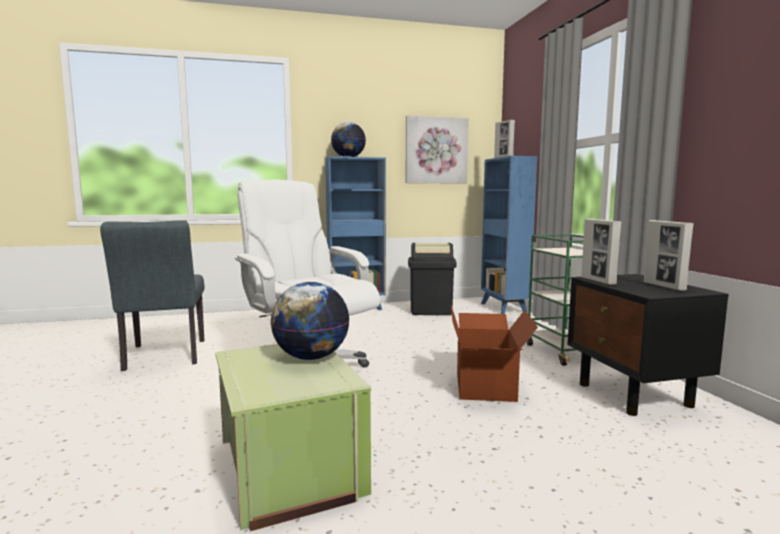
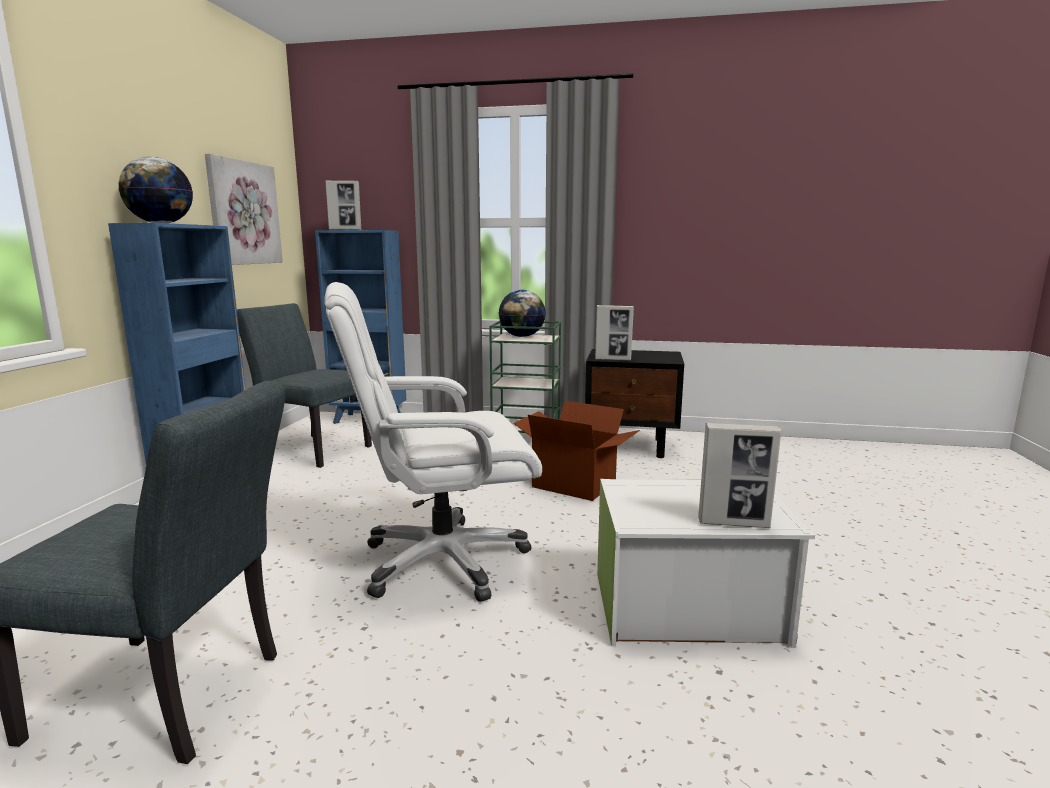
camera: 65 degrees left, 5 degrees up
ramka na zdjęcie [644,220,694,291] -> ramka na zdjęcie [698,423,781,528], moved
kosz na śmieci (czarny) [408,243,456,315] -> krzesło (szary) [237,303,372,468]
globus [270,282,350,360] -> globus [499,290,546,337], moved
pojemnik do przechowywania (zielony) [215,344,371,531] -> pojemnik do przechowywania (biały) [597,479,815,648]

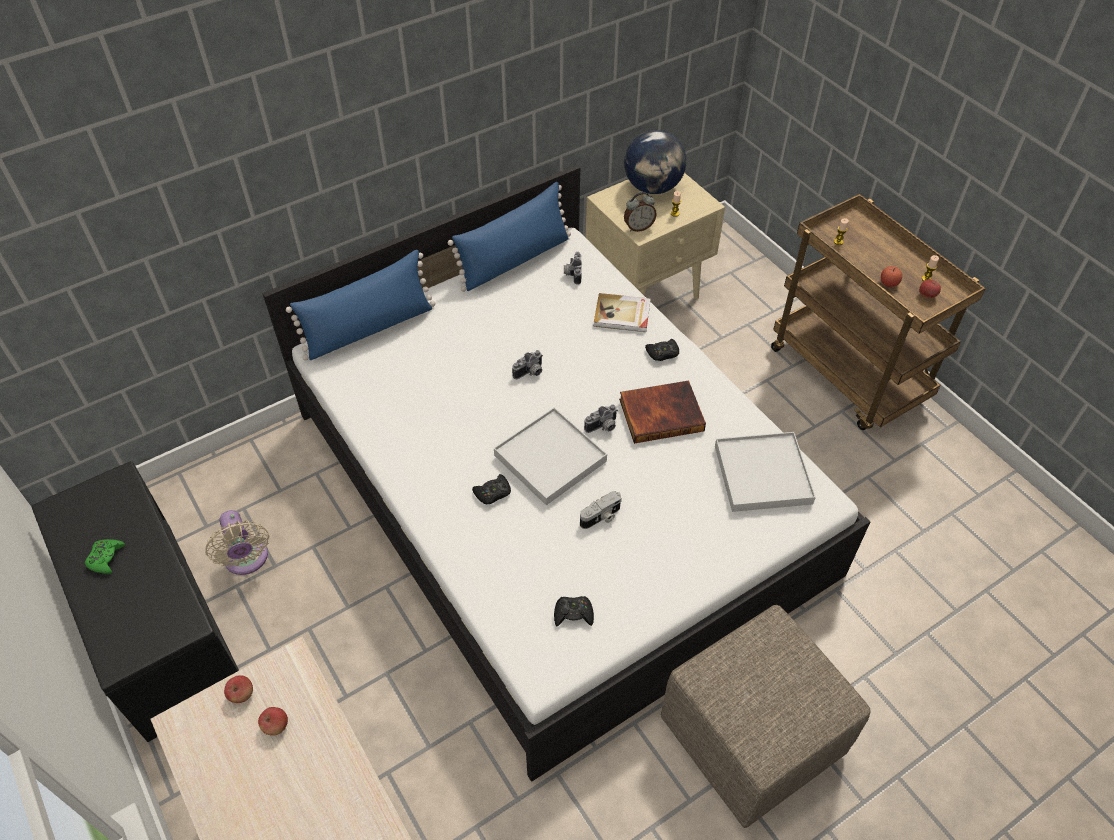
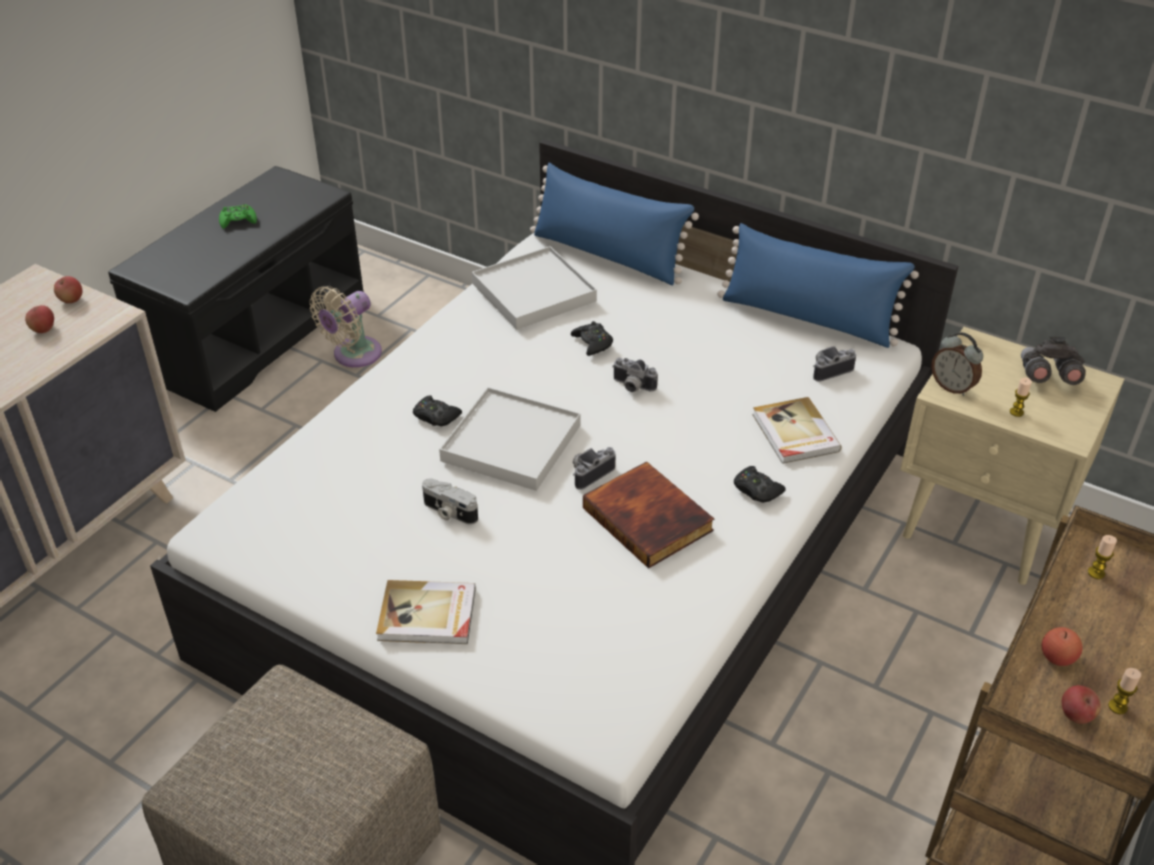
camera: 65 degrees right, 10 degrees down
globus [624,130,686,194] -> lornetka (szary) [1021,336,1086,385]
aparat fotograficzny [584,404,618,433] -> aparat fotograficzny [573,447,616,490], 105 degrees clockwise
taca (biały) [715,432,816,512] -> taca (biały) [472,246,597,330], moved
pad do gier (czarny) [554,596,594,626] -> pad do gier (czarny) [571,321,613,356], moved
none -> książka [376,580,475,644]

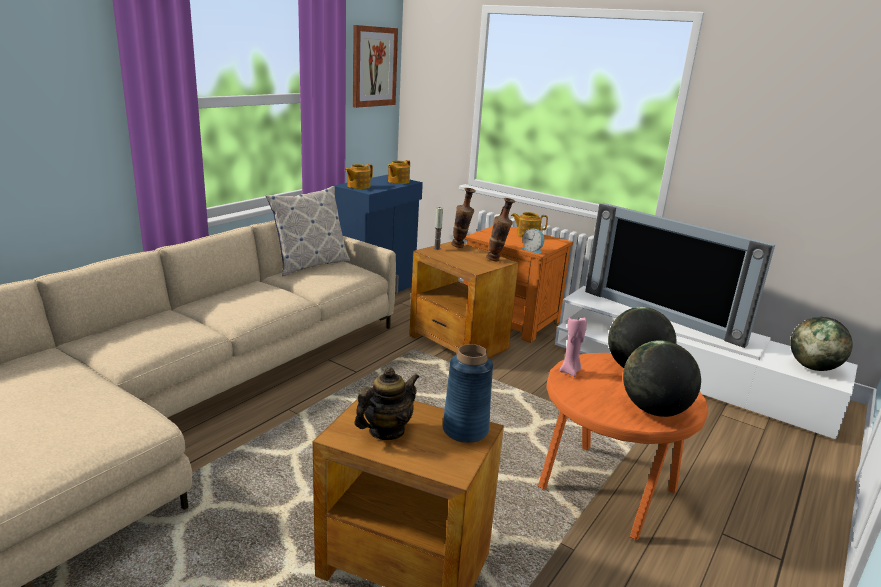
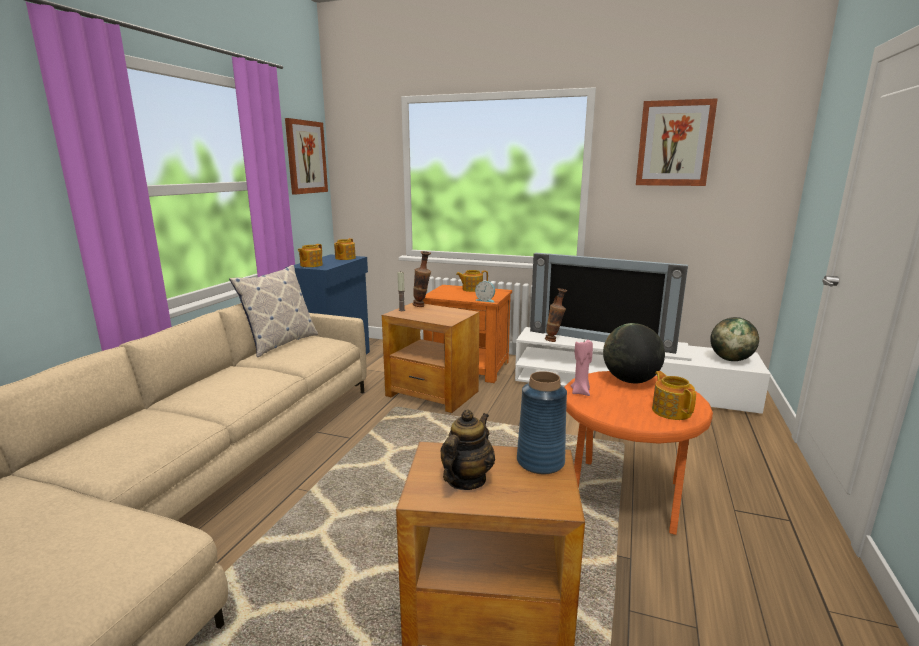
camera: 15 degrees left, 5 degrees down
wazon [486,198,516,261] -> wazon [545,289,567,342], moved
globus [623,340,701,417] -> imbryk [652,371,696,420]
none -> obraz [636,98,718,186]

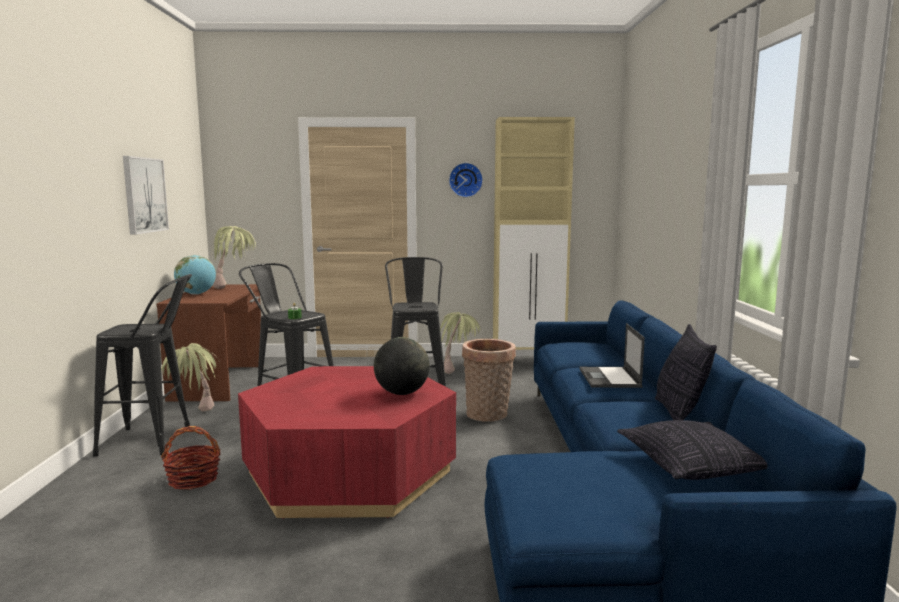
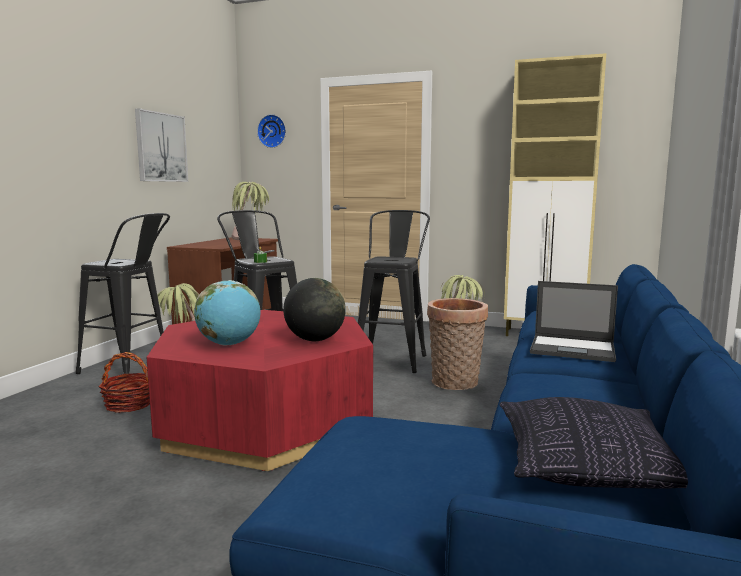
camera: 20 degrees right, 0 degrees up
zegar ścienny [449,163,483,198] -> zegar ścienny [257,114,286,148], moved
globus [174,255,216,294] -> globus [194,280,260,345], moved
laptop [579,323,645,388] -> laptop [530,281,618,362], 90 degrees counterclockwise
poduszka [655,324,717,420] -> none

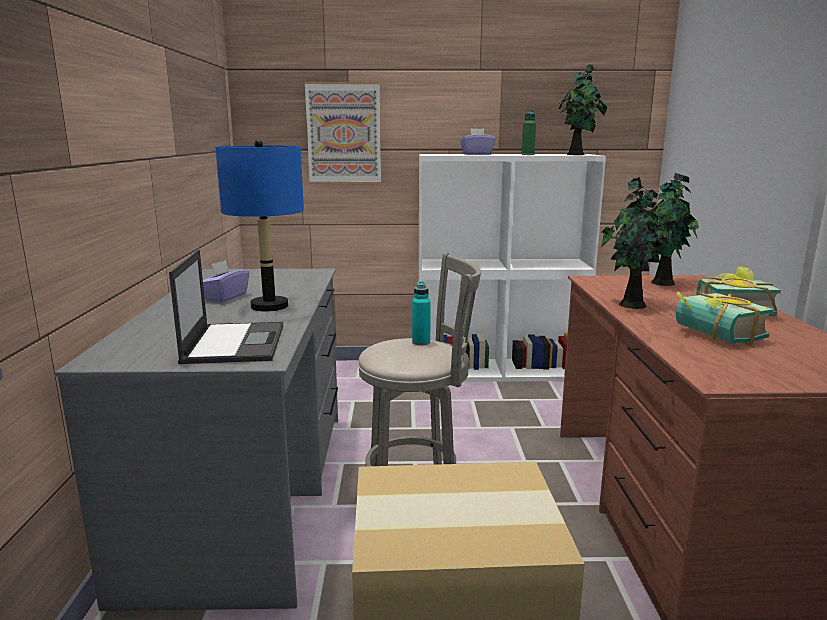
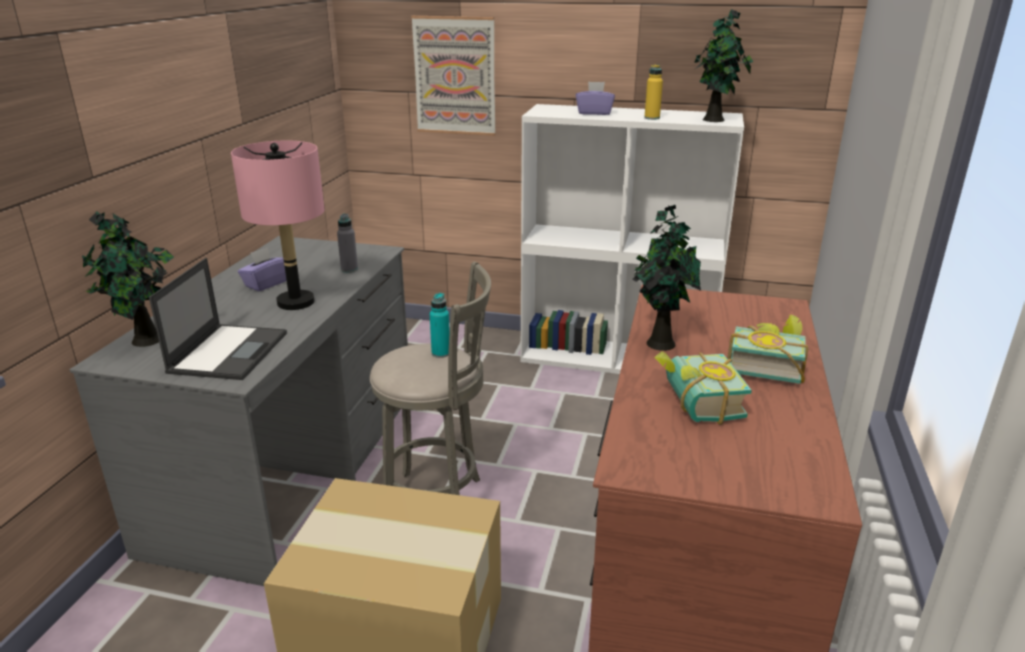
camera: 15 degrees right, 10 degrees up
butelka (zielony) [522,110,536,155] -> butelka (żółty) [644,64,663,120]
lampa stołowa (niebieski) [216,139,304,312] -> lampa stołowa (różowy) [231,141,324,310]
roślina doniczkowa [649,173,699,286] -> roślina doniczkowa [82,212,174,347], moved
none -> butelka (szary) [337,214,358,273]

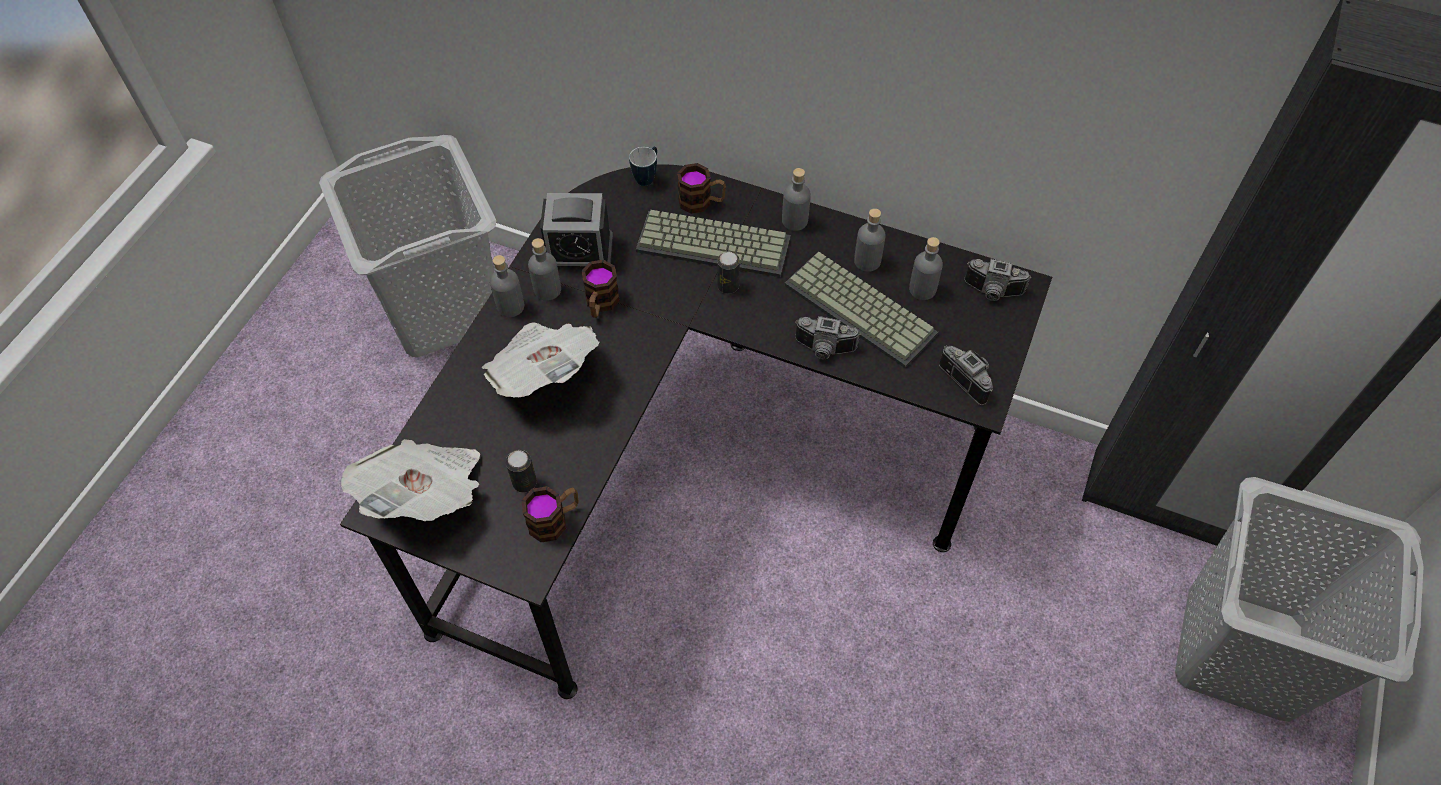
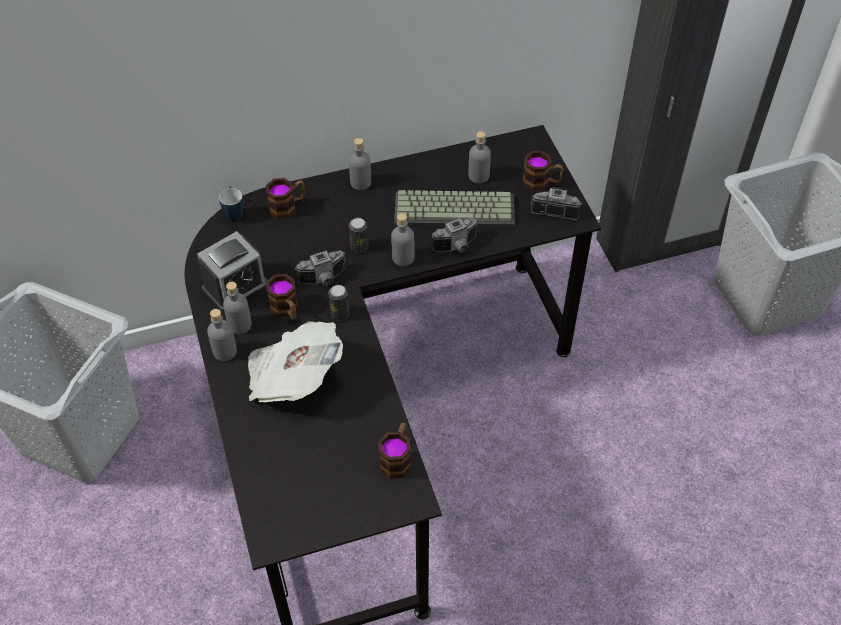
camera: 40 degrees left, 5 degrees down
butelka (szary) [854,208,886,272] -> butelka (szary) [391,213,415,266], moved
klawiatura [636,210,790,277] -> none
aparat fotograficzny [964,259,1031,301] -> aparat fotograficzny [295,250,346,286], moved
gazeta [341,439,480,521] -> none
puszka [506,450,537,493] -> puszka [328,285,350,320], moved
none -> kubek [522,150,563,191]

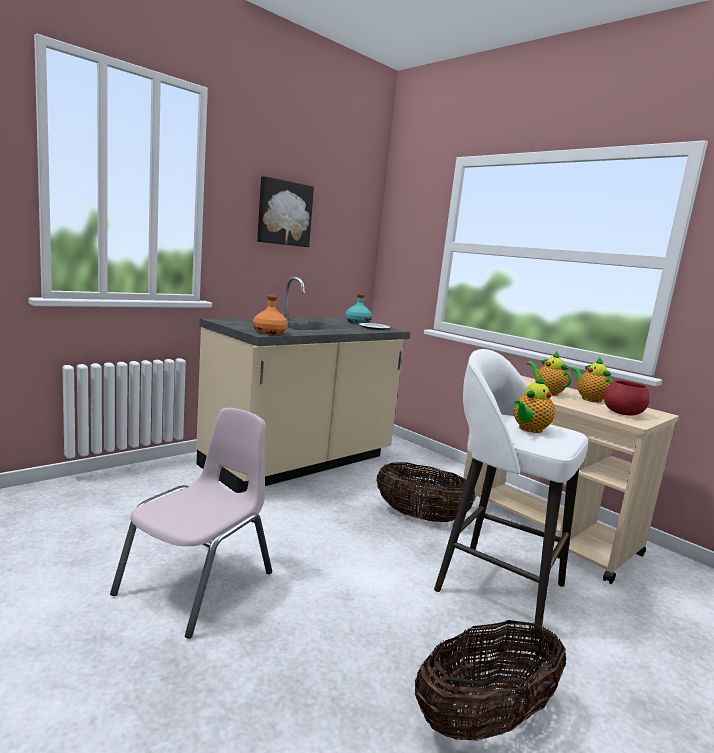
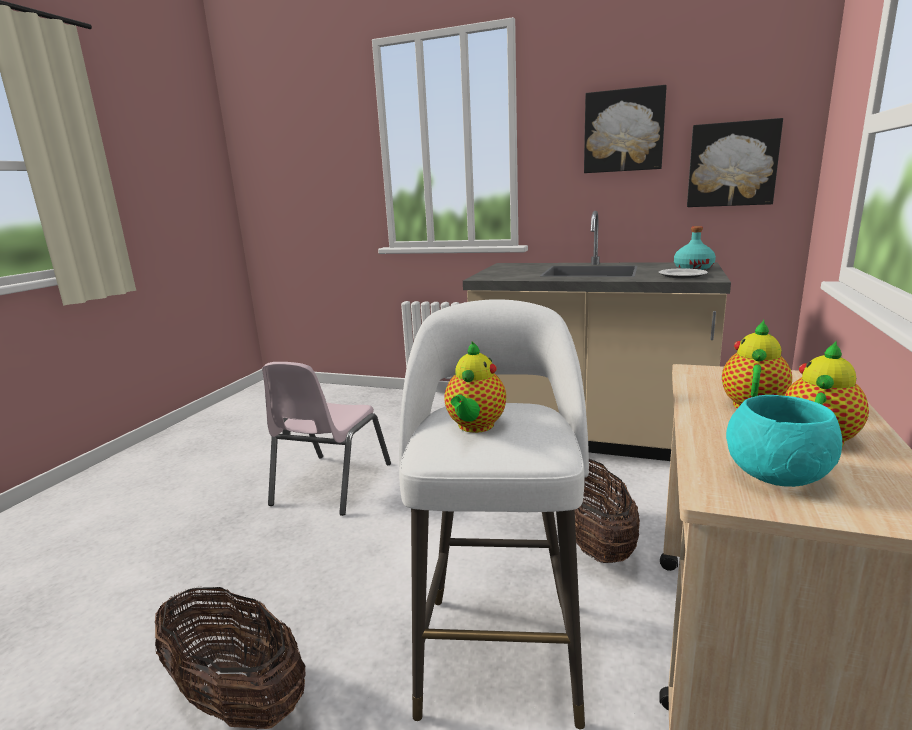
camera: 65 degrees right, 5 degrees up
butelka (pomarańczowy) [253,295,288,335] -> none
imbryk [514,376,555,433] -> imbryk [444,341,506,433], 90 degrees counterclockwise
miska (czerwony) [604,380,650,416] -> miska (turkusowy) [726,395,842,487]
krzesło (różowy) [110,408,272,639] -> krzesło (różowy) [262,362,391,516], 105 degrees clockwise
none -> obraz [687,118,783,207]

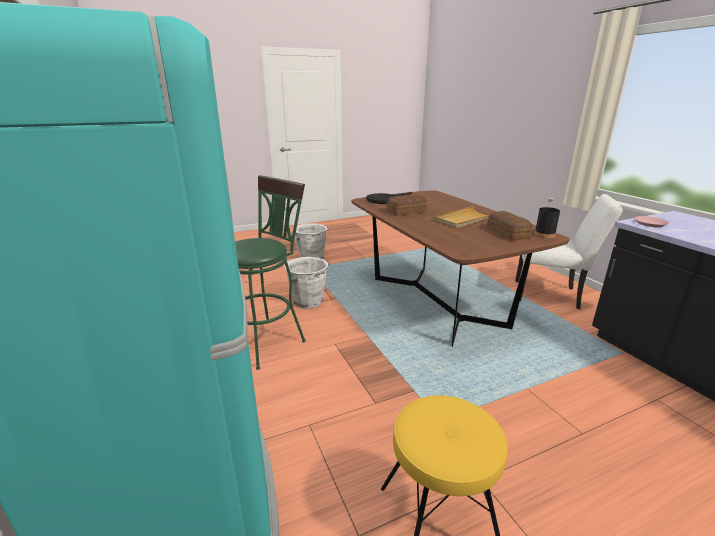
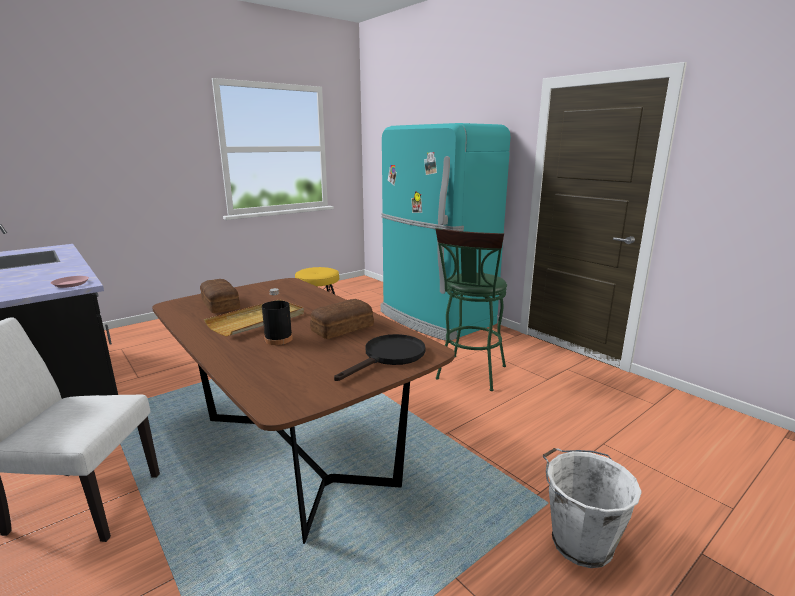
camera: 165 degrees right, 5 degrees down
butelka (czarny) [534,198,560,238] -> butelka (czarny) [262,288,293,345], moved
wiadro (biały) [285,257,330,309] -> none

